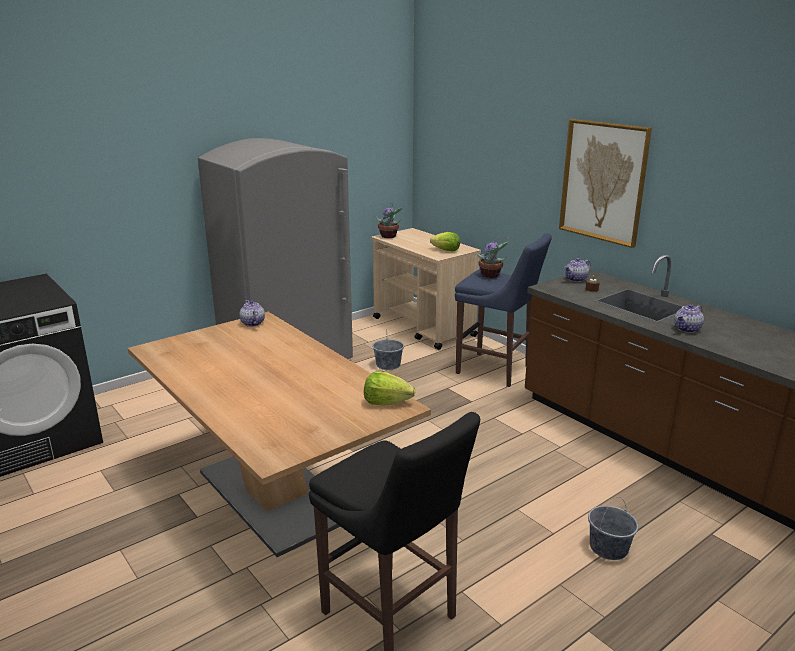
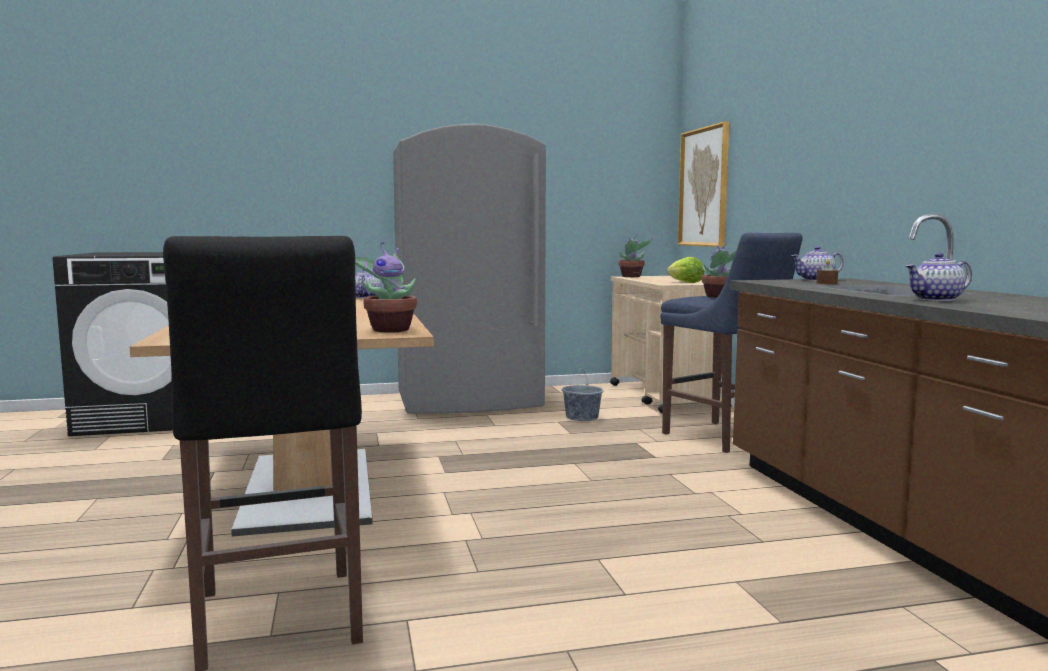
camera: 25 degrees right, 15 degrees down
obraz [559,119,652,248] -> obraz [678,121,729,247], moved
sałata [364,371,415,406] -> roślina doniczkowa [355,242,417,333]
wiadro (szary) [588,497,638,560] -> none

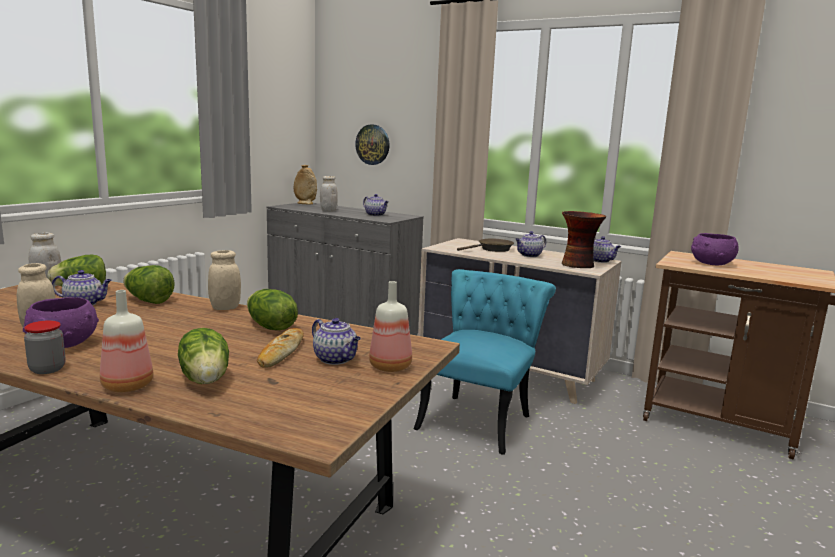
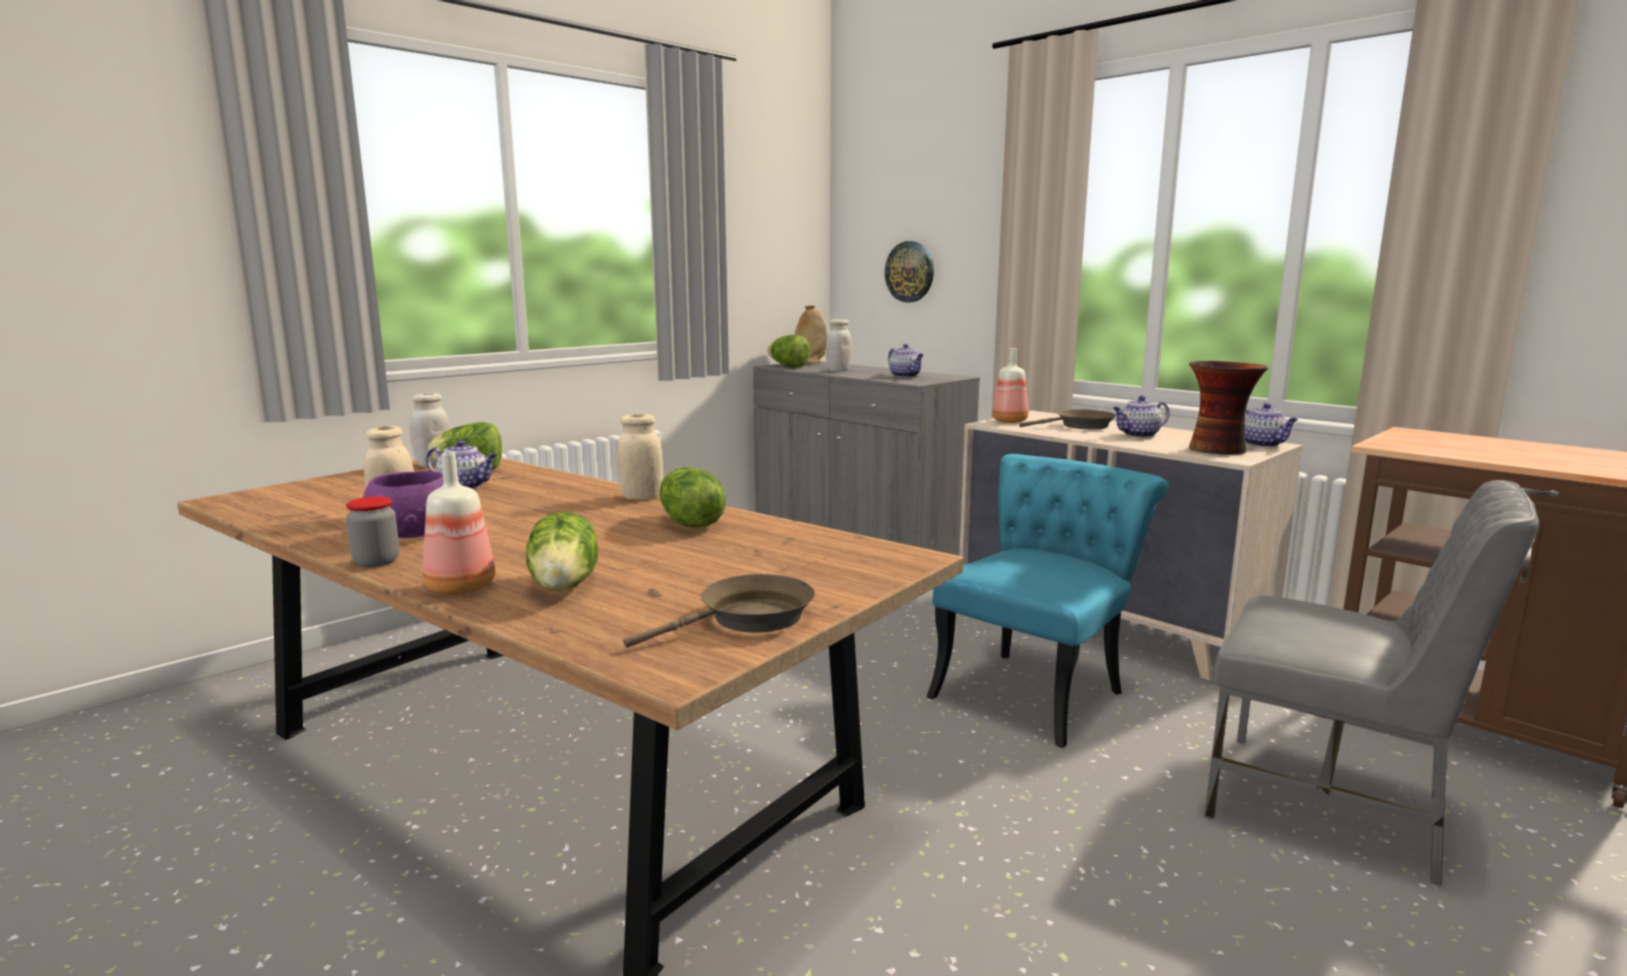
camera: 15 degrees right, 0 degrees up
miska (fioletowy) [691,233,739,265] -> none
sałata [123,265,175,304] -> sałata [768,335,810,367], moved
butelka [369,281,412,372] -> butelka [992,348,1028,423], moved
imbryk [312,318,361,365] -> none
chleb [257,328,304,368] -> none
none -> krzesło (szary) [1205,480,1539,885]
none -> patelnia (brązowy) [623,574,815,648]

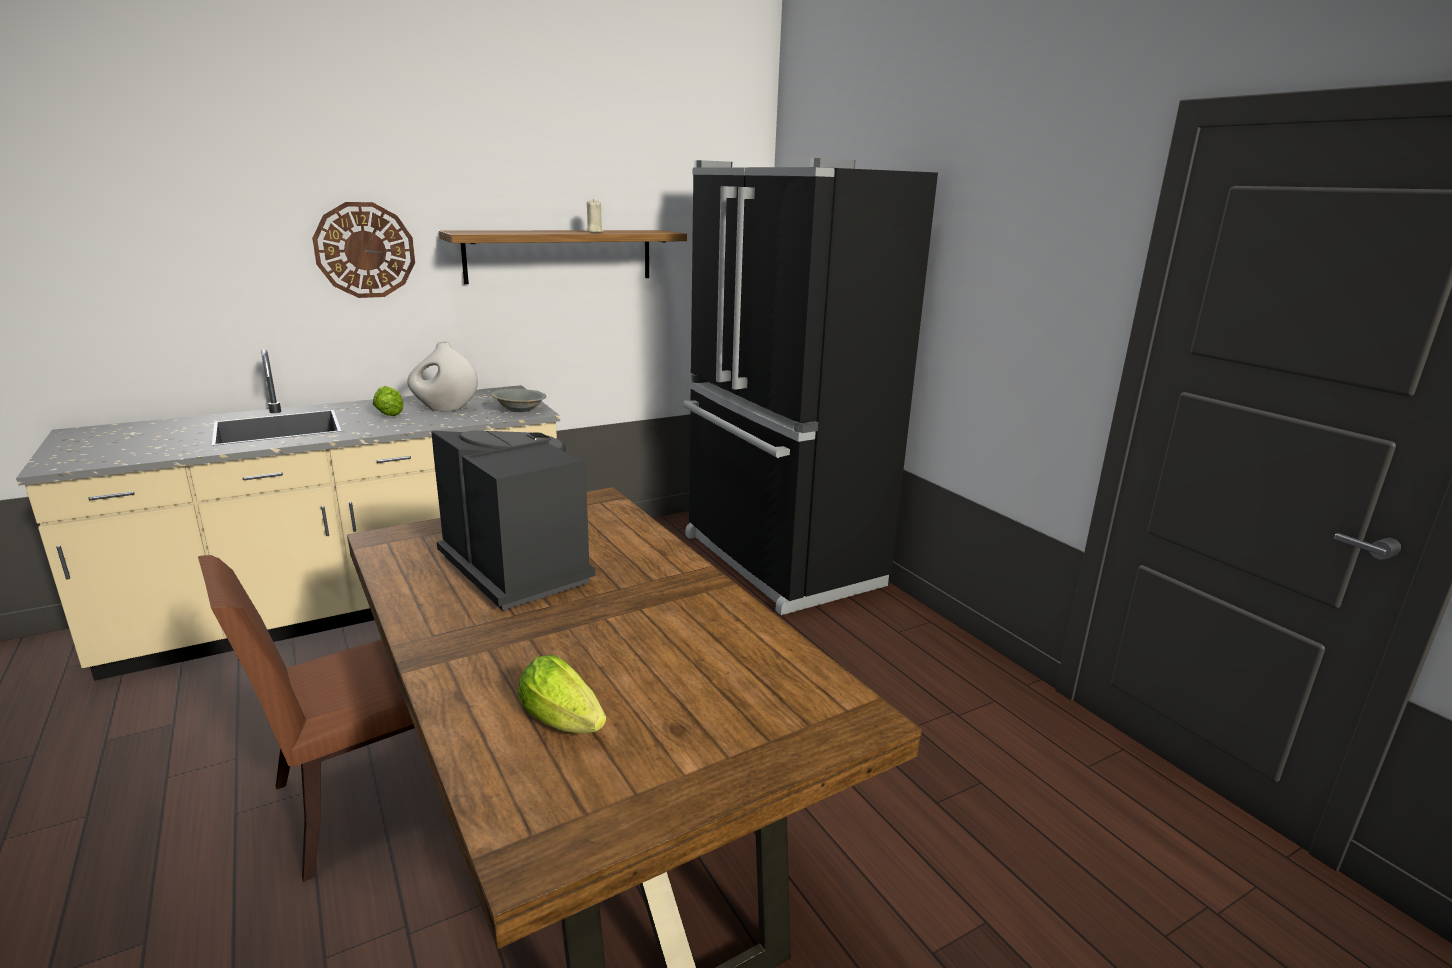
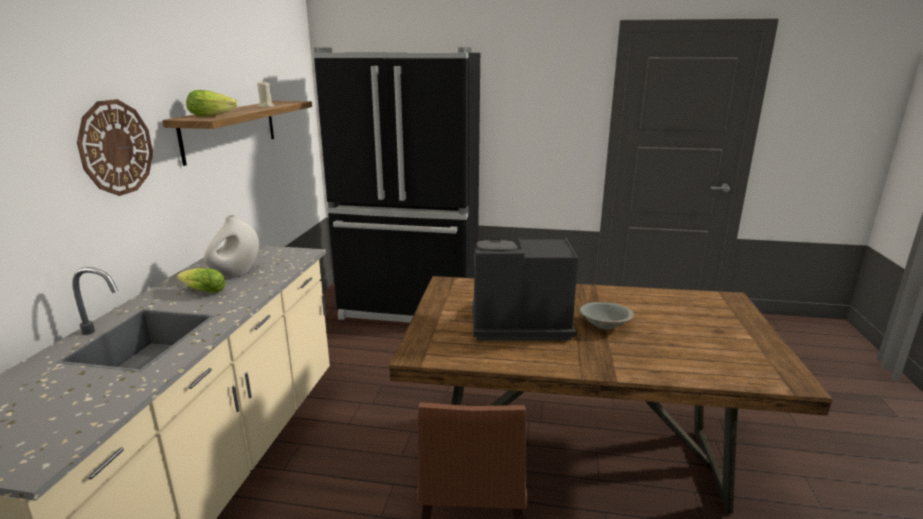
camera: 50 degrees left, 0 degrees up
miska (szary) [491,389,546,412] -> miska (szary) [580,302,634,330], moved
sałata [518,655,606,733] -> sałata [186,90,238,116], moved

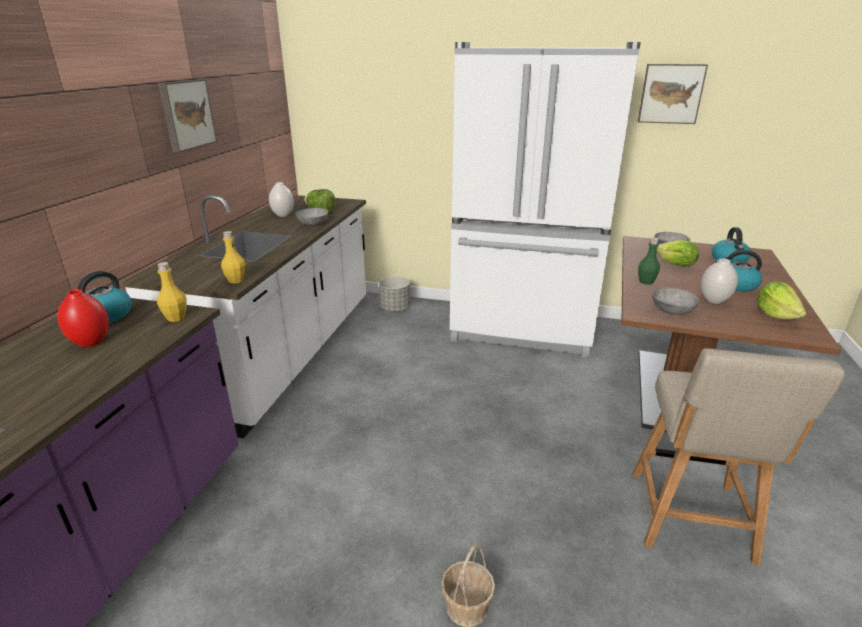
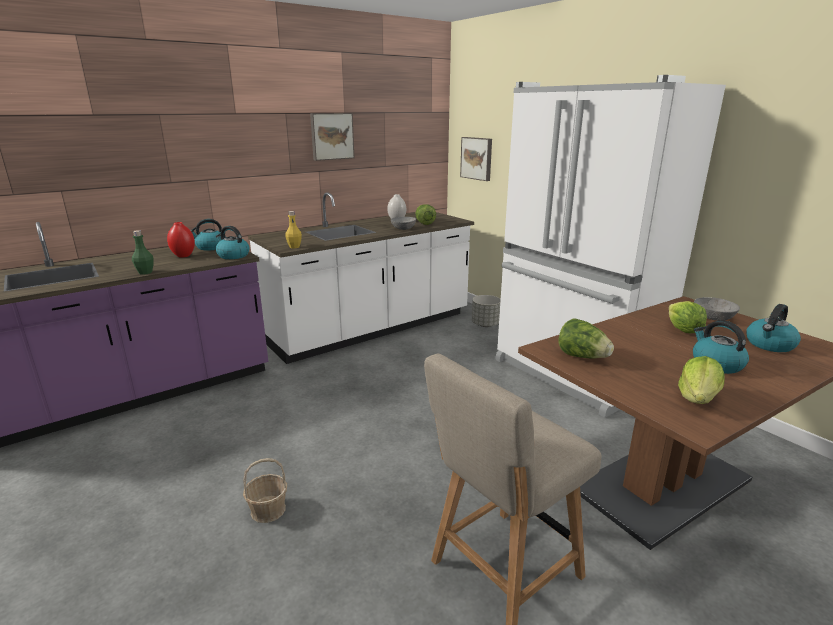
camera: 40 degrees right, 5 degrees down
obraz [638,64,708,124] -> obraz [460,137,492,181], moved
butelka (zielony) [638,238,660,285] -> butelka (zielony) [132,230,154,275], moved
wazon (biały) [701,259,738,304] -> none
butelka (żółty) [157,262,187,322] -> czajnik [216,226,250,259]
miska (szary) [652,288,699,315] -> sałata [559,319,614,358]

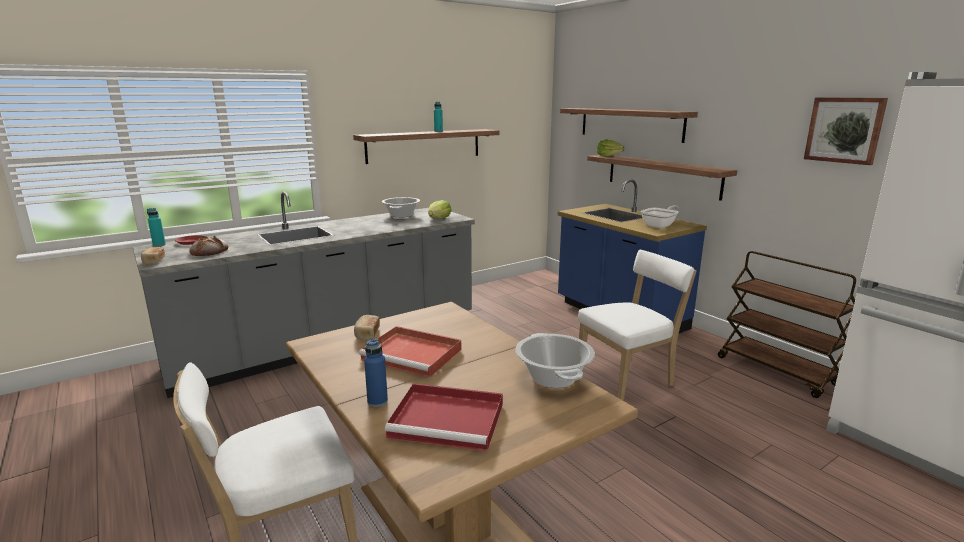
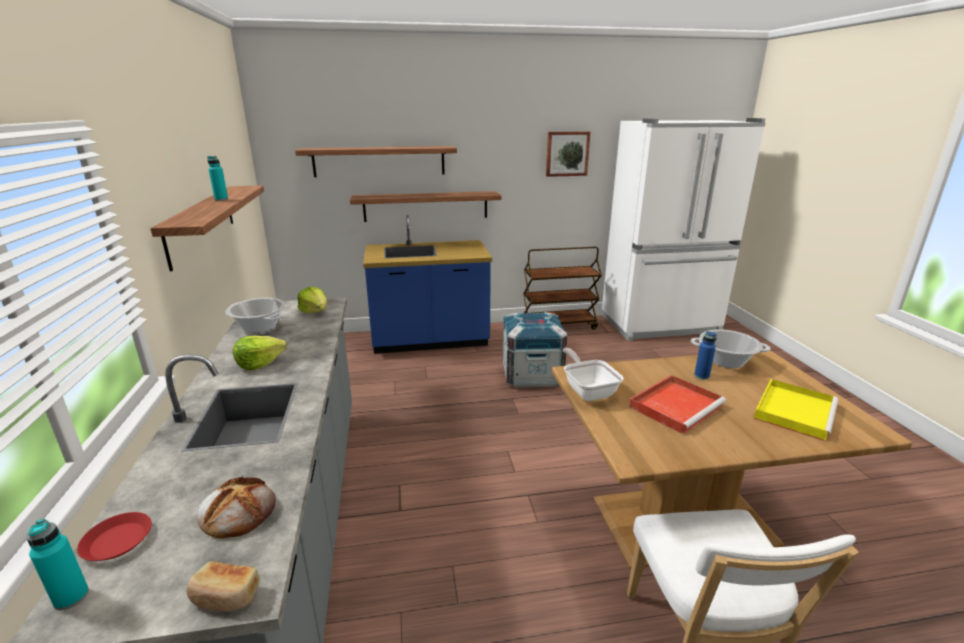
camera: 65 degrees left, 5 degrees up
sałata [597,139,625,156] -> sałata [233,336,287,371], moved
patelnia [641,205,678,228] -> patelnia [563,348,623,401], moved
krzesło (biały) [577,250,697,401] -> skrzynka [503,312,568,388]
chleb [354,315,380,340] -> none
butelka (niebieski) [364,339,388,407] -> butelka (niebieski) [694,331,717,380], moved
taca (czerwony) [385,383,503,452] -> taca (żółty) [754,379,839,441]

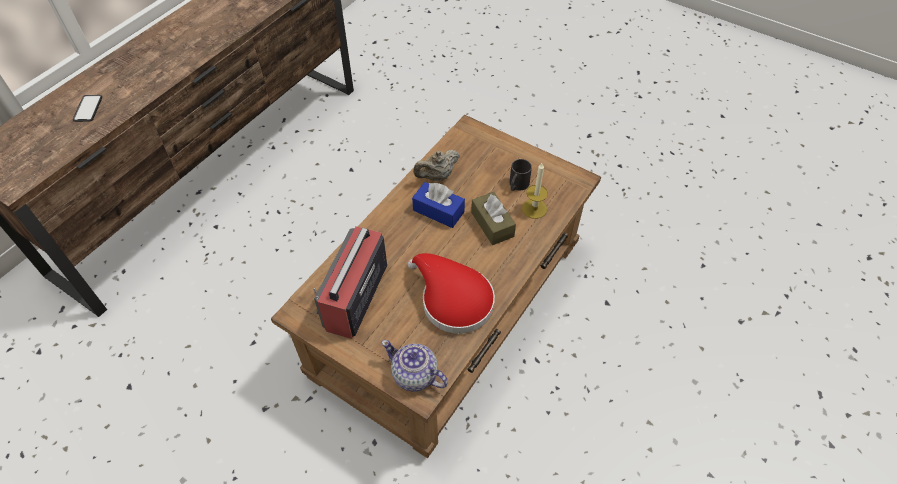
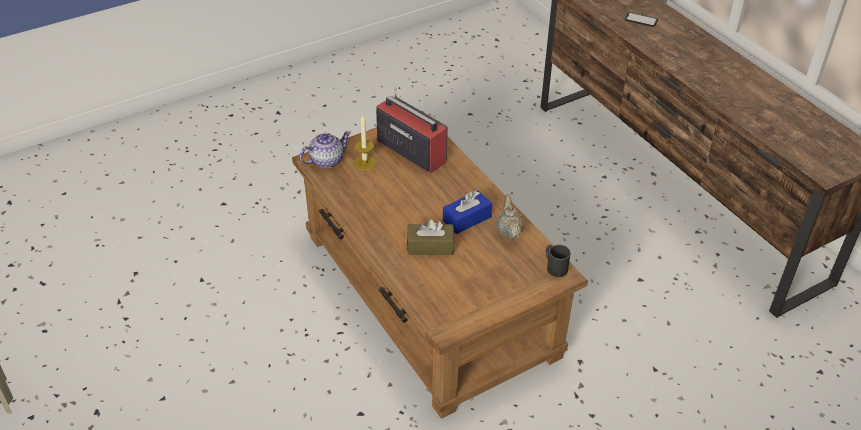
camera: 115 degrees right, 10 degrees down
kubek (czarny) [510,159,532,191] -> kubek (czarny) [546,245,571,277], moved
świeca [522,163,548,219] -> świeca [354,115,376,171], moved
kapelusz (czerwony) [408,253,495,334] -> none

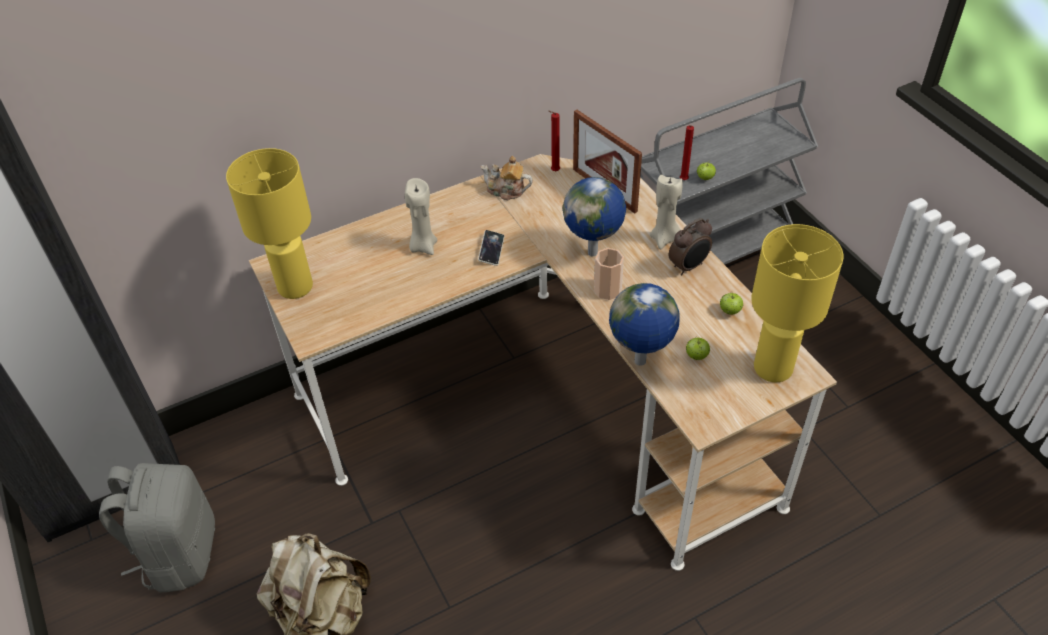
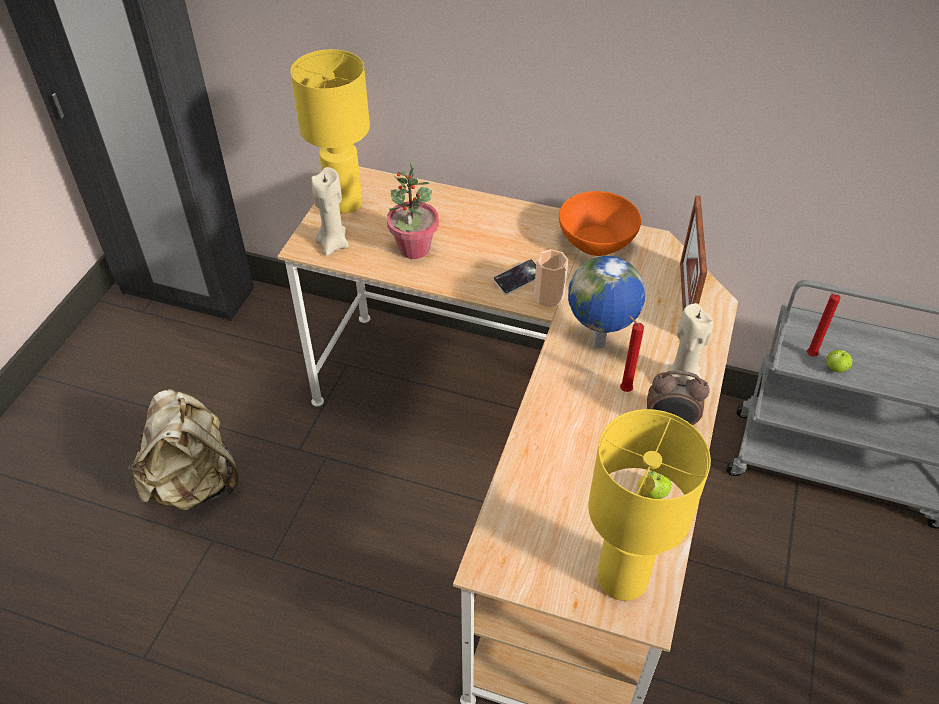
camera: 45 degrees right, 0 degrees up
świeca (czerwony) [548,111,560,171] -> świeca (czerwony) [620,316,644,392], moved
imbryk [481,156,533,200] -> miska (pomarańczowy) [559,191,641,256]
świeca (beżowy) [405,178,437,255] -> świeca (beżowy) [311,167,349,256], moved
filiżanka [594,248,624,300] -> filiżanka [534,249,568,308], moved
globus [609,283,680,366] -> none
jabłko [686,337,710,360] -> none
plecak (szary) [99,463,215,592] -> none
none -> roślina doniczkowa [387,161,439,259]

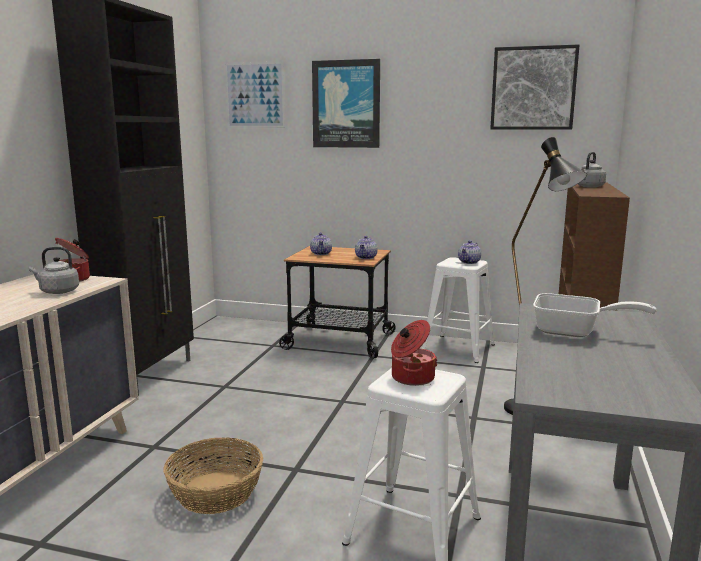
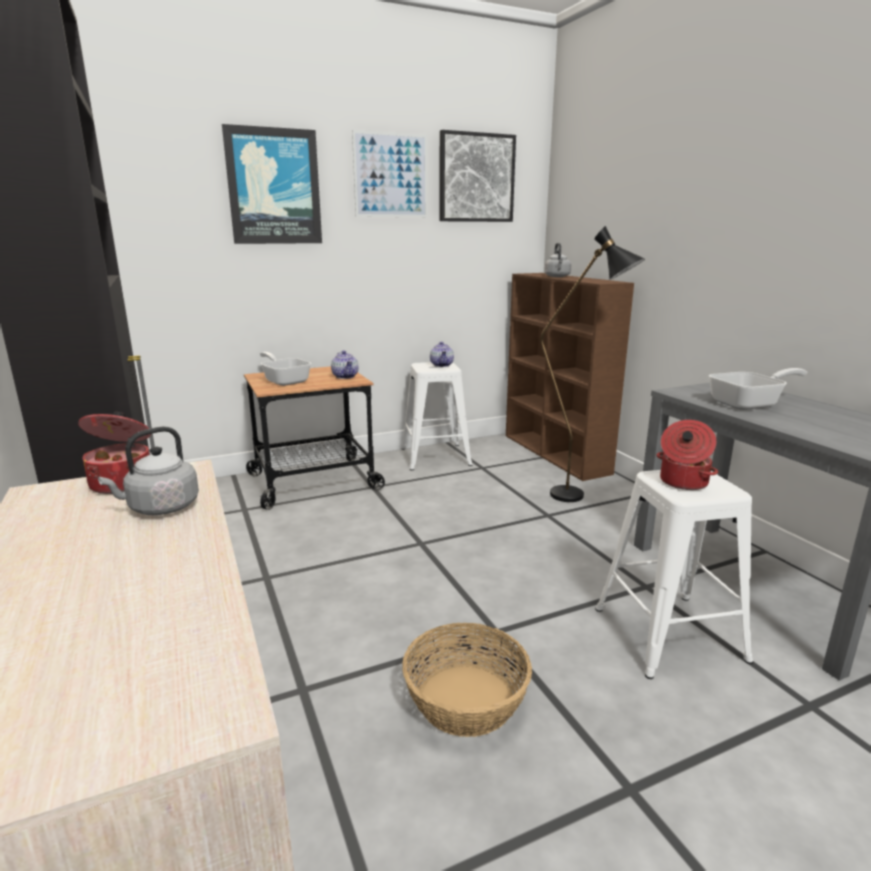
camera: 40 degrees left, 5 degrees up
obraz [225,61,285,128] -> obraz [352,130,427,217], moved
imbryk [310,232,332,255] -> patelnia [260,352,311,386]

